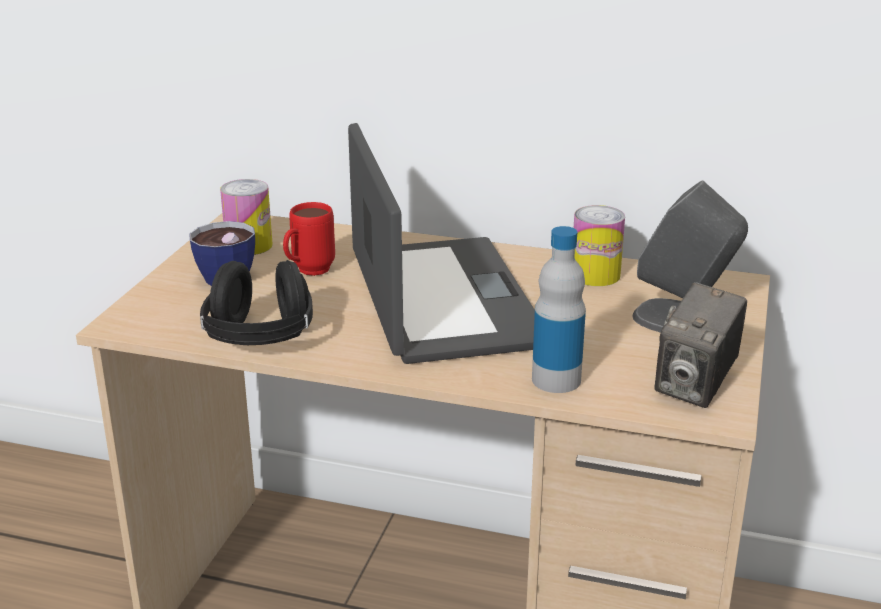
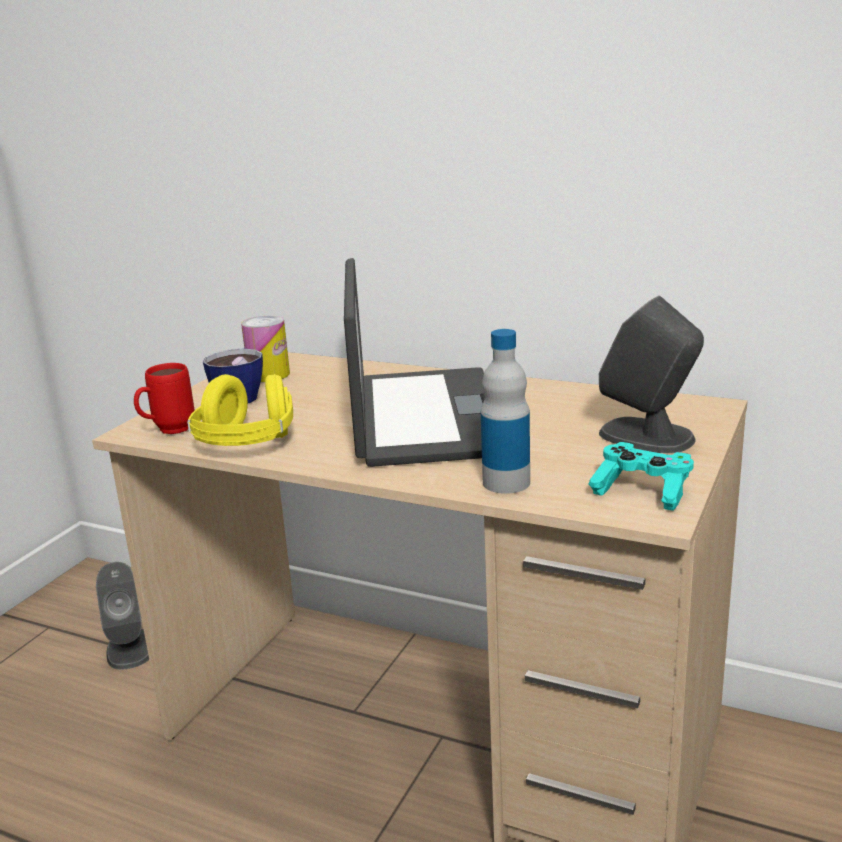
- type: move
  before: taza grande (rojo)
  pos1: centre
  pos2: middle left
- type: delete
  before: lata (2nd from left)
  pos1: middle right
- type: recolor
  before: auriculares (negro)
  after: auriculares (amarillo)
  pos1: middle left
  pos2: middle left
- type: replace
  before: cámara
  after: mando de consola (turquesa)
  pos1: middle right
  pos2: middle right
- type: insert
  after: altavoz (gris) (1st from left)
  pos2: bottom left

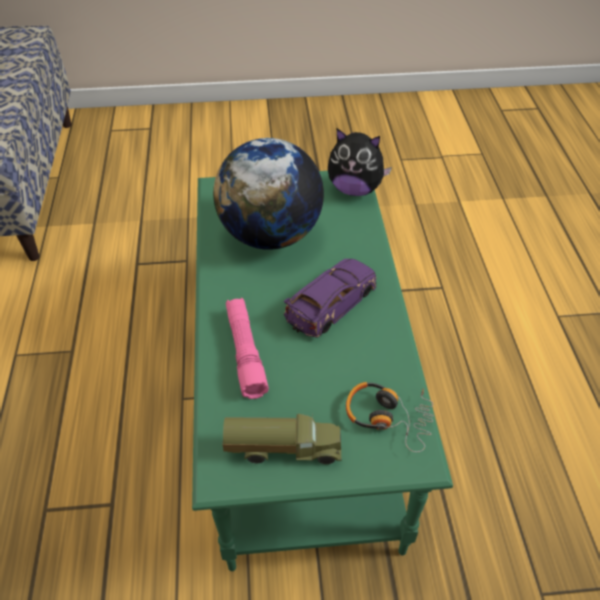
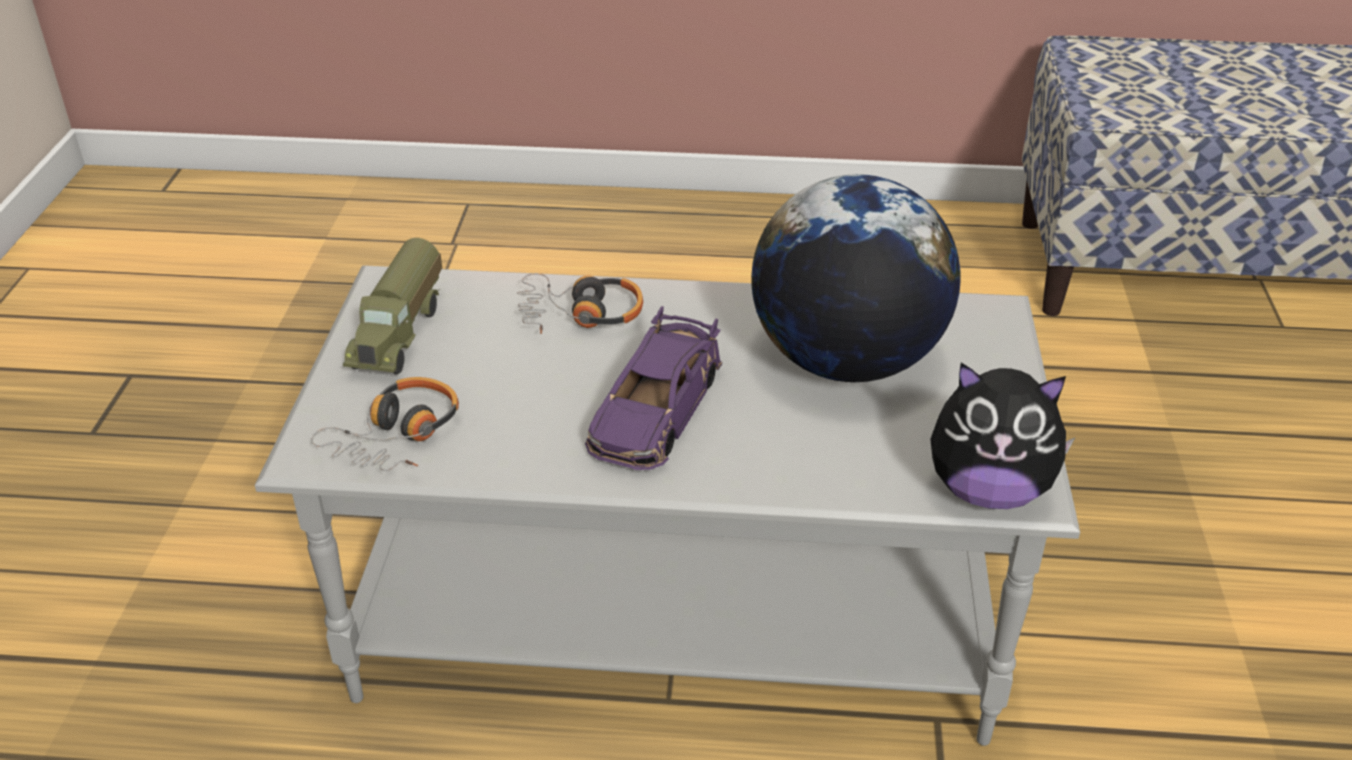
- type: rotate
  before: peluche
  pos1: top centre
  pos2: middle right
  turn: -105
- type: recolor
  before: mesa de centro (verde)
  after: mesa de centro (gris)
  pos1: centre
  pos2: centre
- type: rotate
  before: coche de juguete (morado)
  pos1: centre
  pos2: centre
  turn: 60
- type: replace
  before: linterna (rosa)
  after: auriculares (2nd from left)
  pos1: centre
  pos2: centre

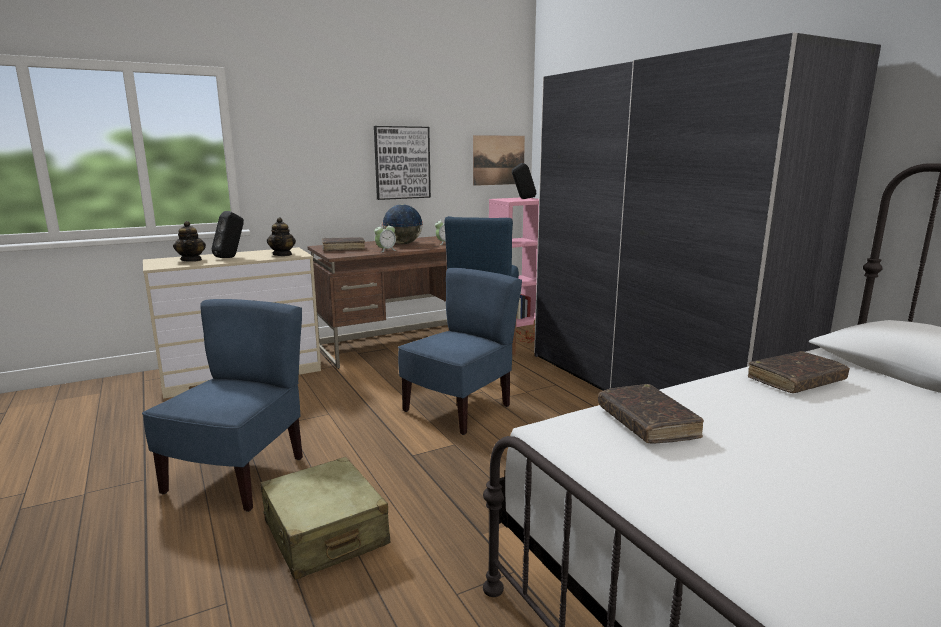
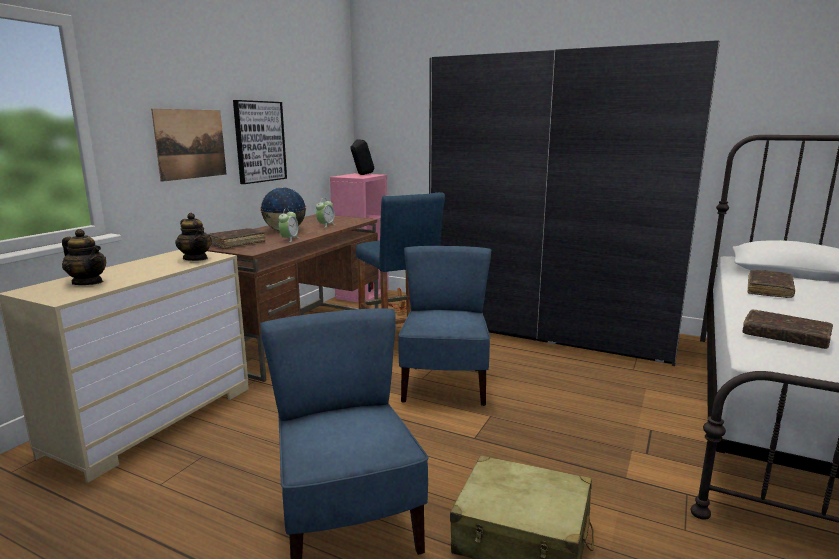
- type: move
  before: cuadro (2nd from left in the first image)
  after: cuadro (1st from left)
  pos1: top centre
  pos2: top left
- type: delete
  before: altavoz (negro) (1st from left)
  pos1: middle left

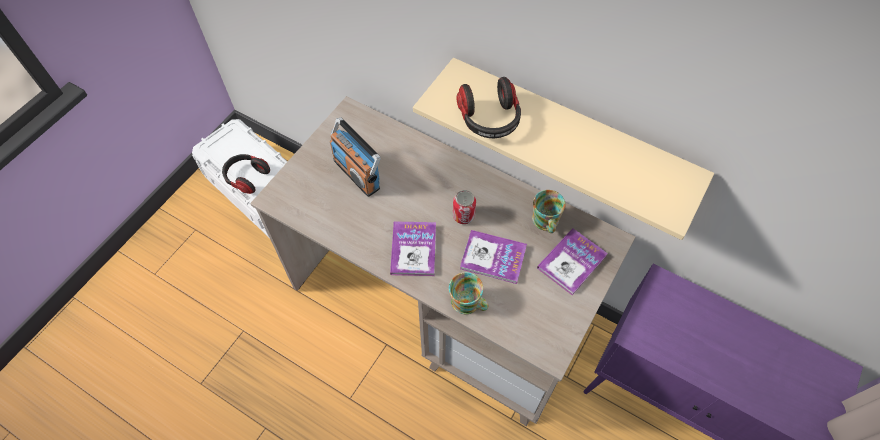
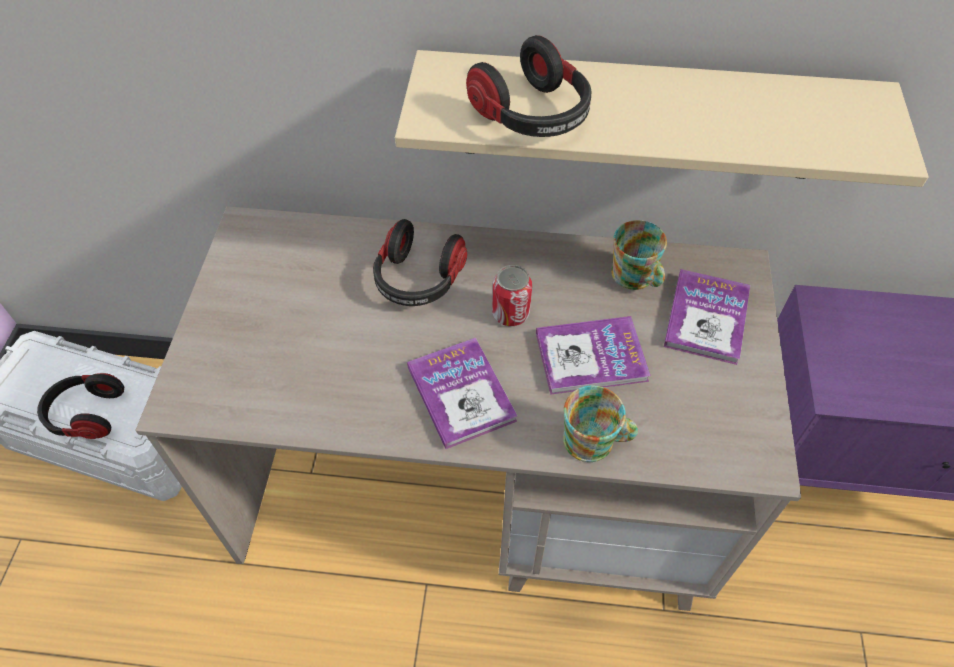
- type: delete
  before: radio
  pos1: centre
- type: insert
  after: auriculares (2nd from left)
  pos2: centre

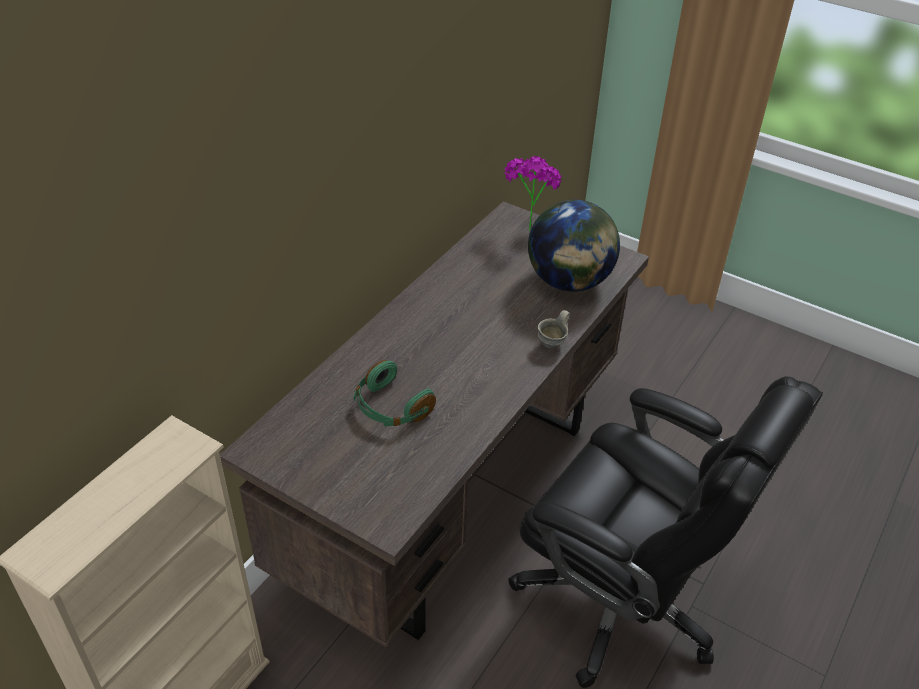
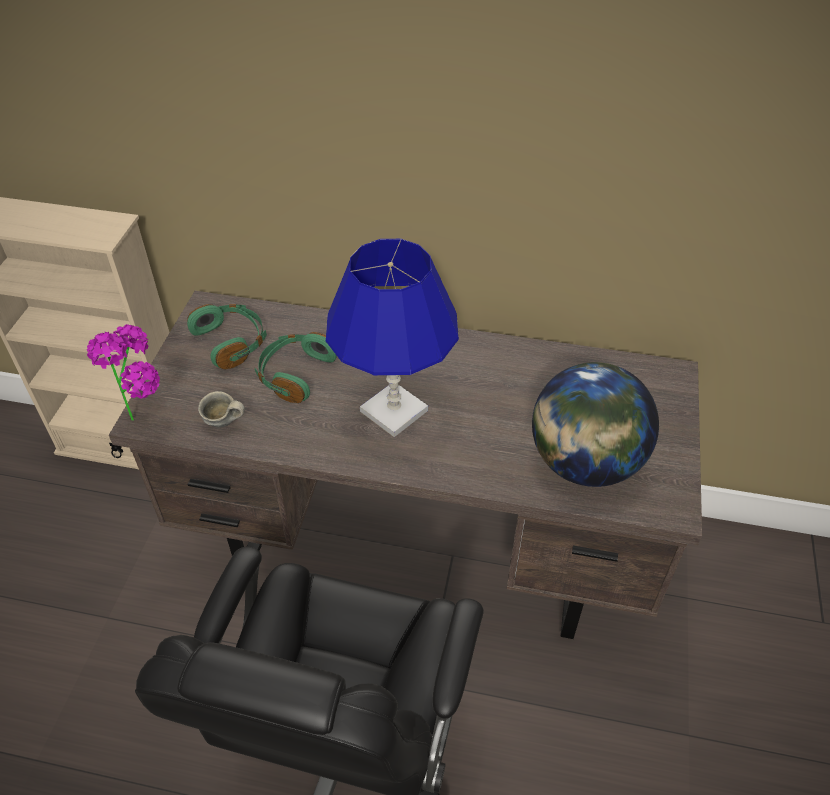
- type: move
  before: planta en maceta
  pos1: top centre
  pos2: middle left
- type: move
  before: taza grande (gris)
  pos1: centre
  pos2: middle left
- type: insert
  after: lámpara de mesa (azul)
  pos2: centre
- type: insert
  after: auriculares (verde) (1st from left)
  pos2: middle left

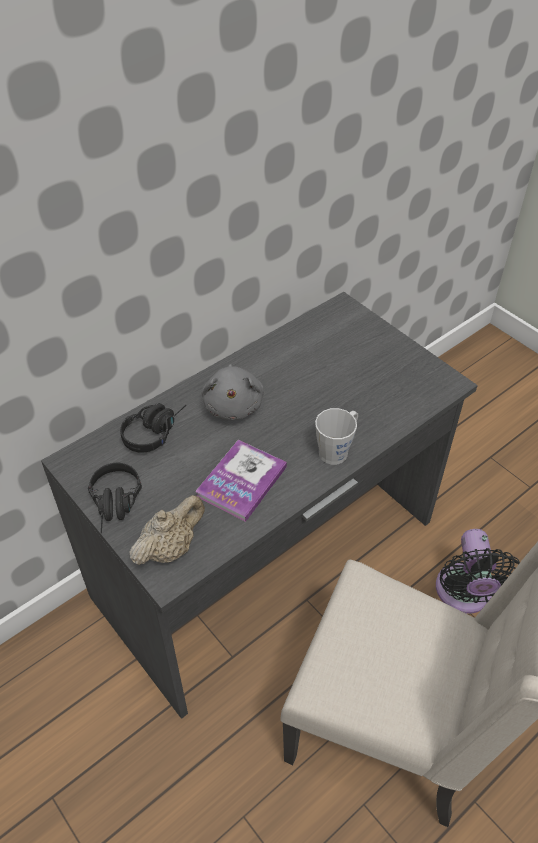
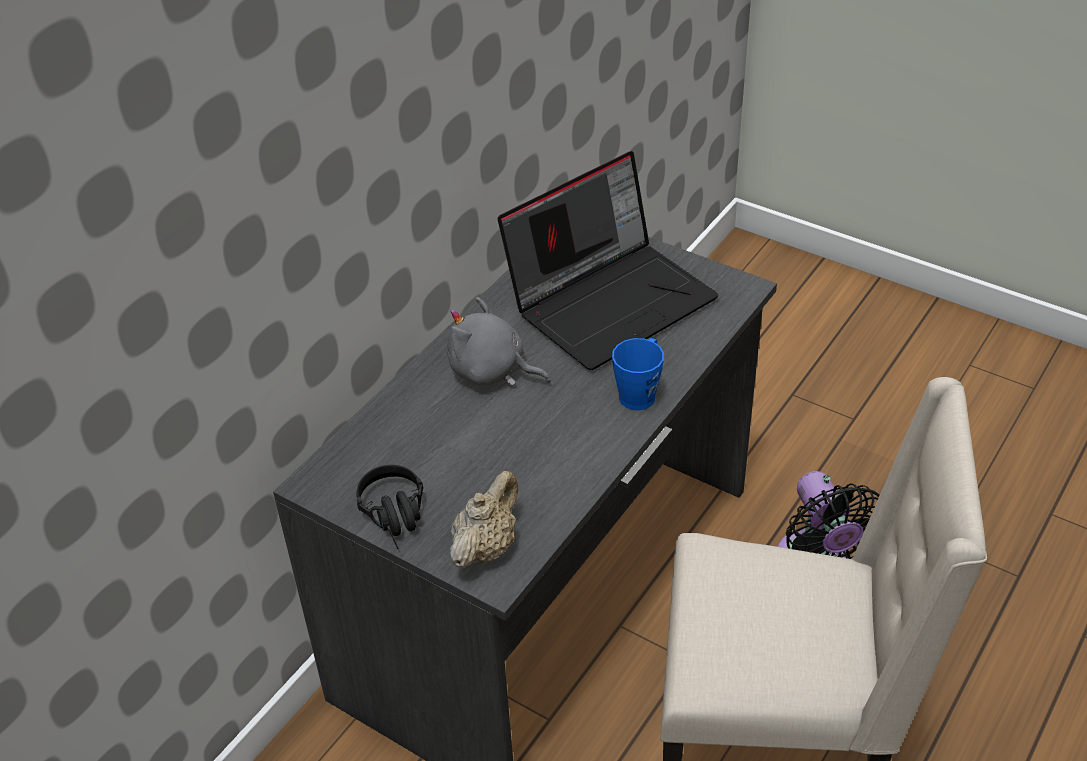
- type: rotate
  before: peluche (gris)
  pos1: centre
  pos2: centre
  turn: 135
- type: delete
  before: auriculares (negro) (2nd from left)
  pos1: middle left
- type: recolor
  before: taza grande (gris)
  after: taza grande (azul)
  pos1: centre
  pos2: centre
- type: delete
  before: libro
  pos1: centre
- type: insert
  after: portátil
  pos2: centre

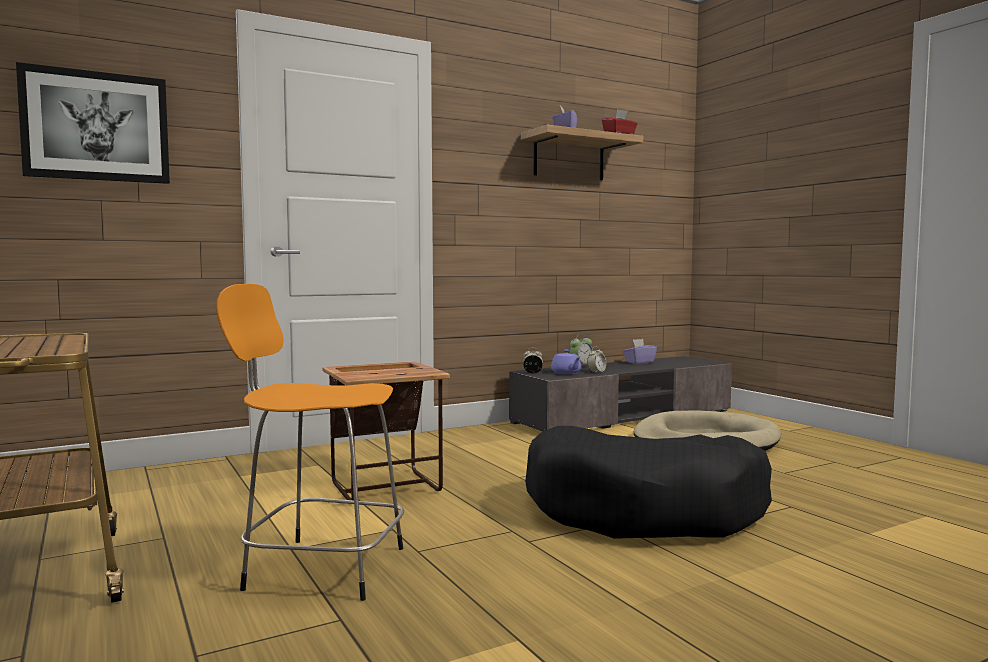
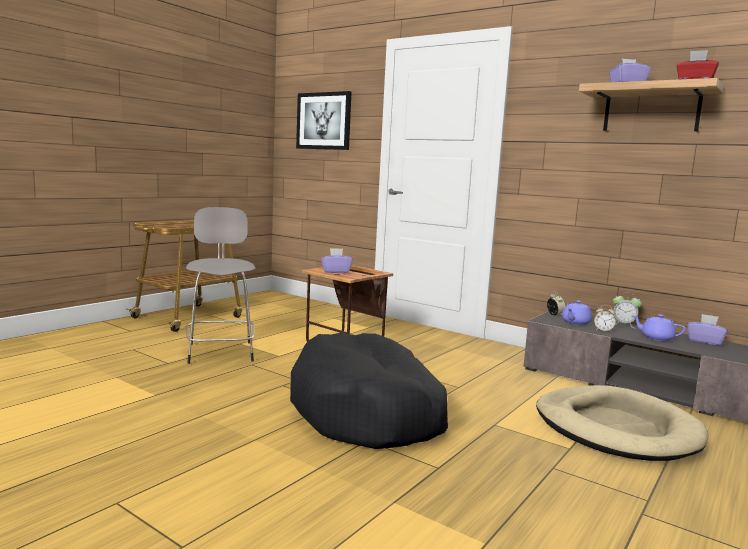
- type: recolor
  before: taburete (naranja)
  after: taburete (gris)
  pos1: bottom left
  pos2: middle left
- type: insert
  after: caja de pañuelos (morado) (1st from left)
  pos2: centre
- type: insert
  after: tetera (morado) (2nd from left)
  pos2: middle right

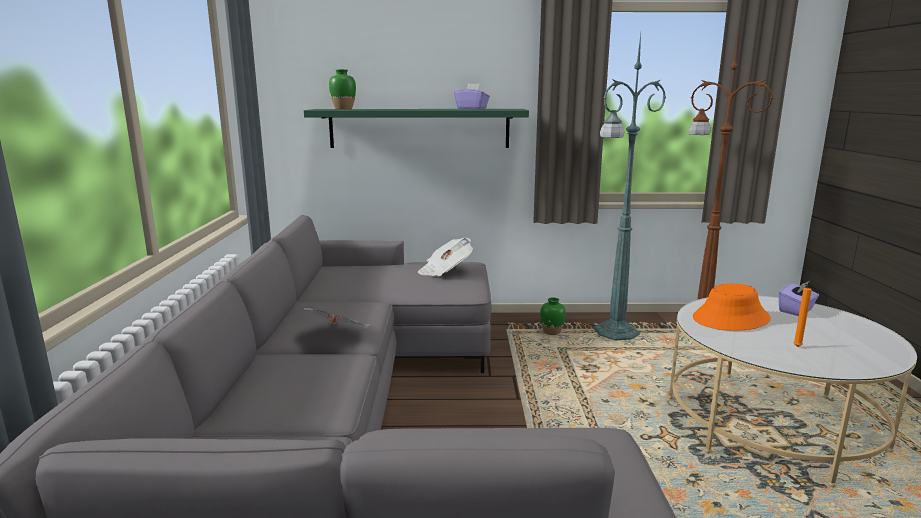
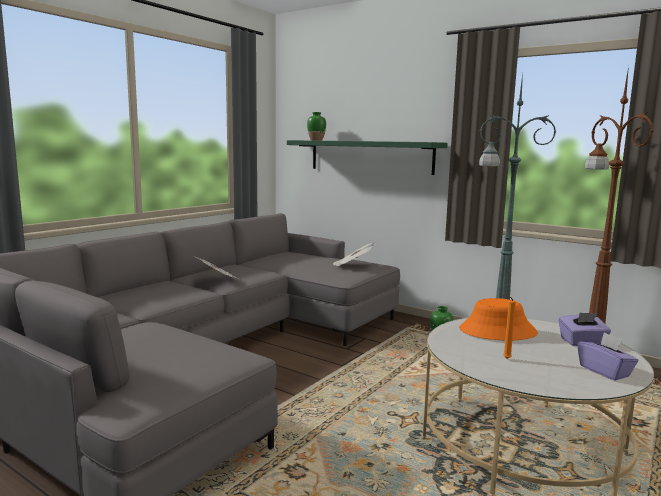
- type: move
  before: caja de pañuelos (morado) (1st from left in the first image)
  after: caja de pañuelos (morado) (2nd from left)
  pos1: top centre
  pos2: bottom right

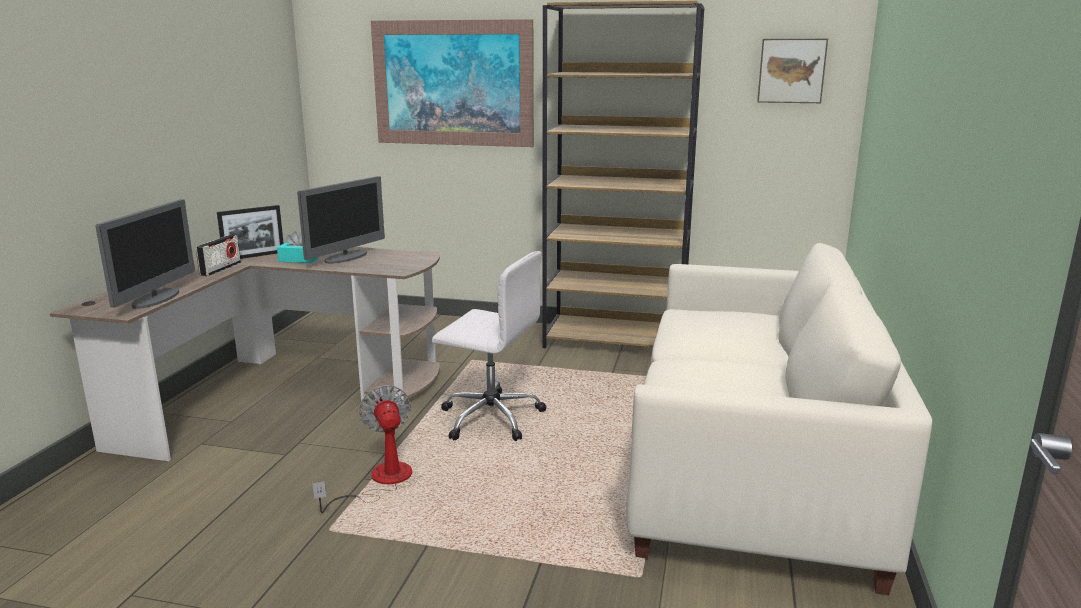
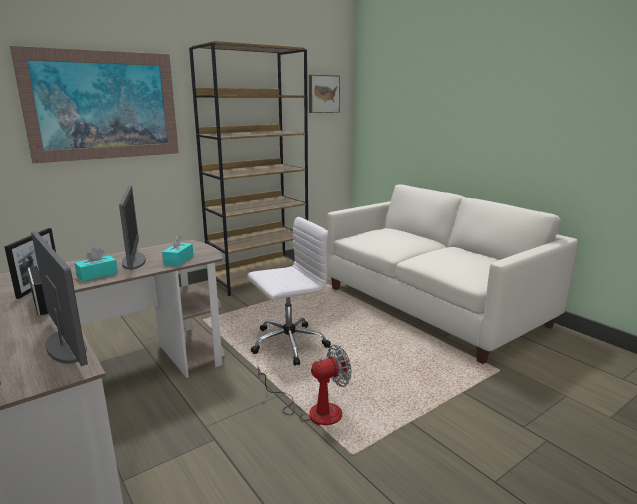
- type: rotate
  before: ventilador
  pos1: bottom centre
  pos2: bottom centre
  turn: 135
- type: insert
  after: caja de pañuelos (turquesa) (2nd from left)
  pos2: middle left

